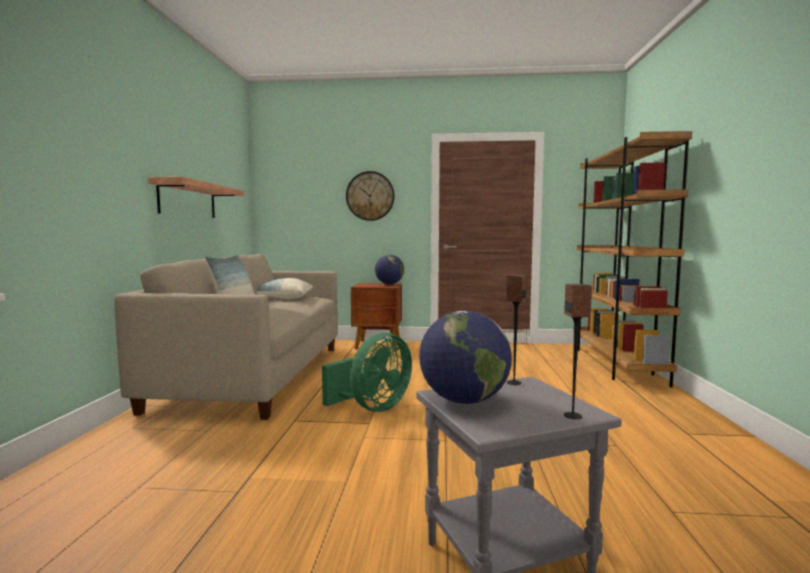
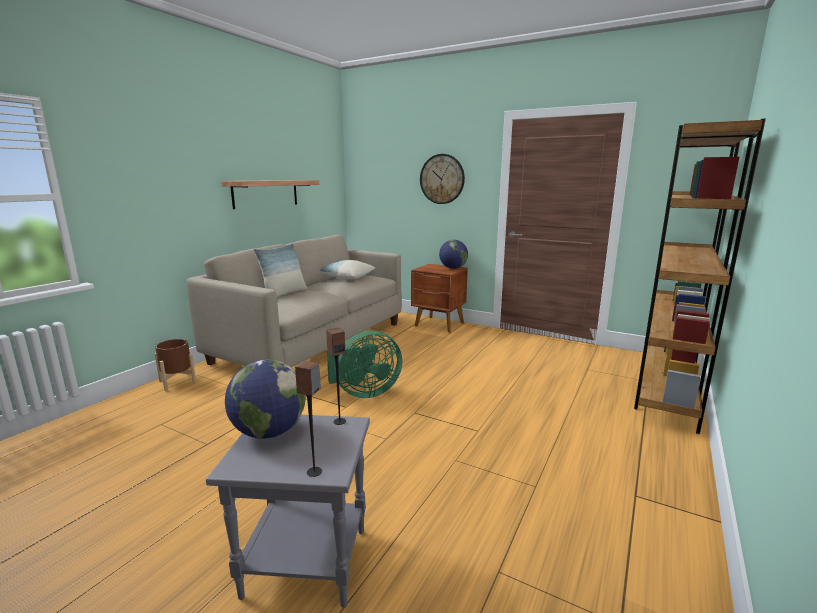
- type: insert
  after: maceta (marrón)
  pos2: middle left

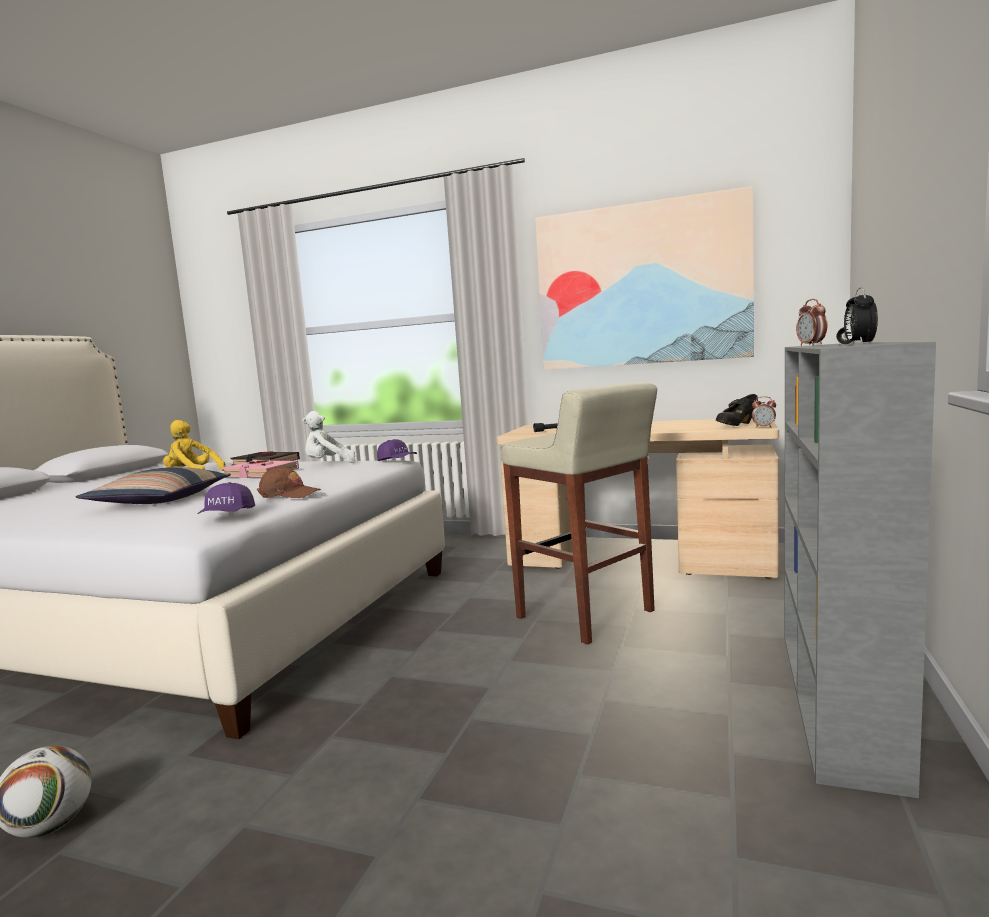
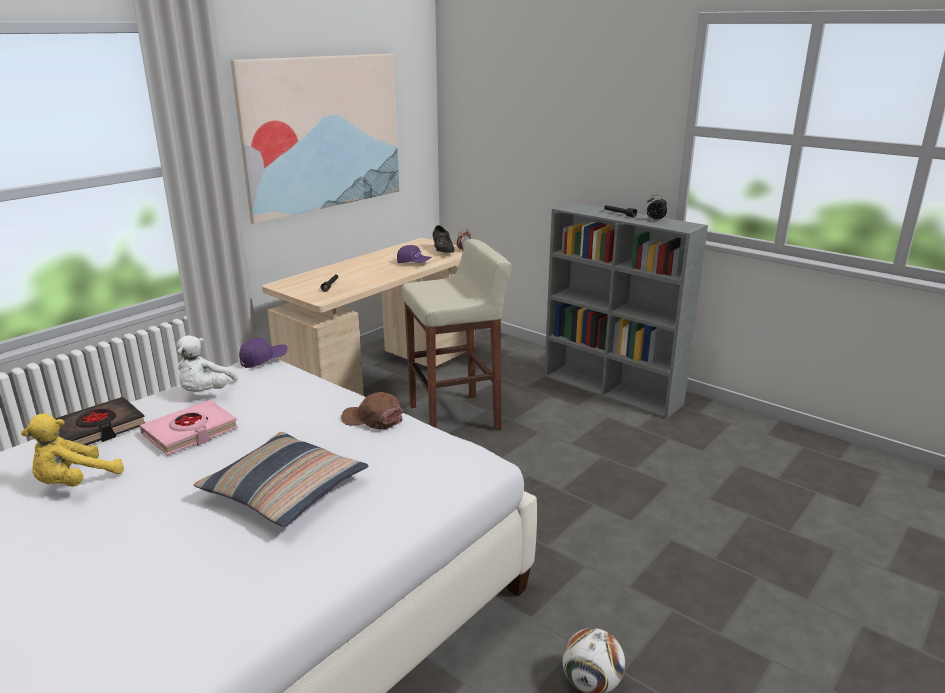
- type: delete
  before: despertador (2nd from left)
  pos1: middle right
- type: rotate
  before: gorra (marrón)
  pos1: middle left
  pos2: centre
  turn: -105
- type: move
  before: gorra (morado) (1st from left in the first image)
  after: gorra (morado) (2nd from left)
  pos1: middle left
  pos2: centre

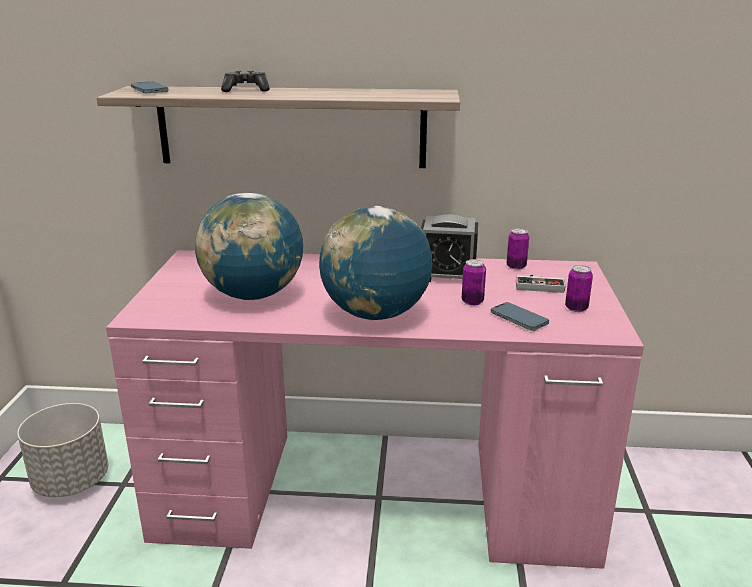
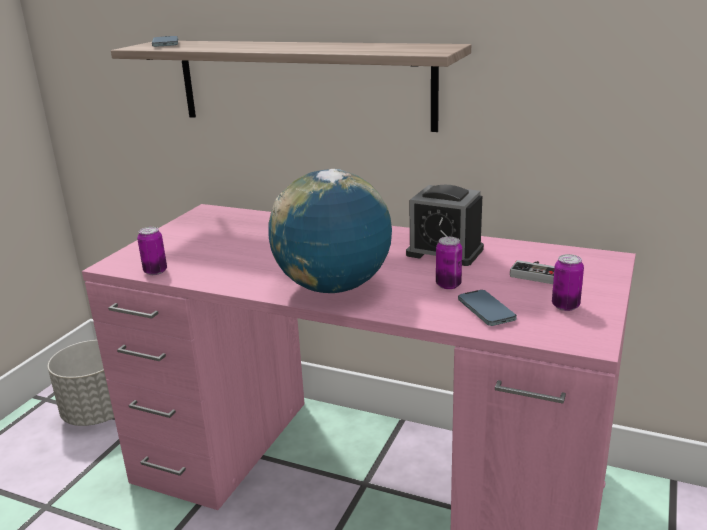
- type: delete
  before: mando de consola (1st from left)
  pos1: top left
- type: delete
  before: globo terráqueo (1st from left)
  pos1: middle left
- type: move
  before: lata (2nd from left in the first image)
  after: lata (1st from left)
  pos1: middle right
  pos2: middle left

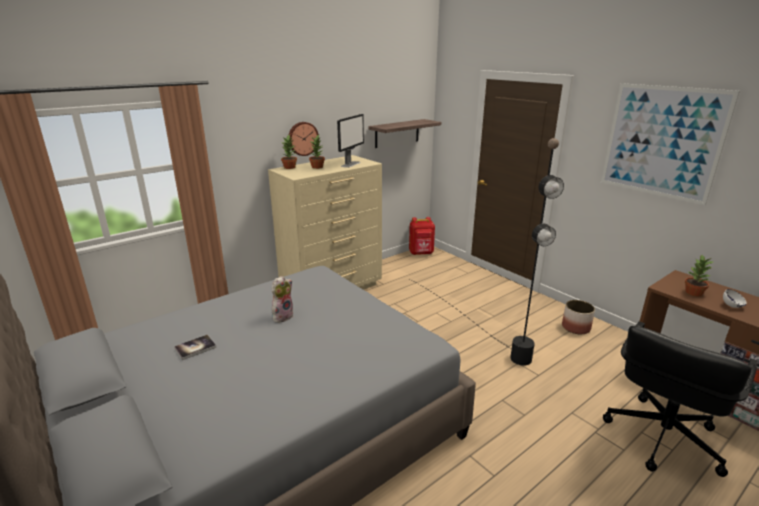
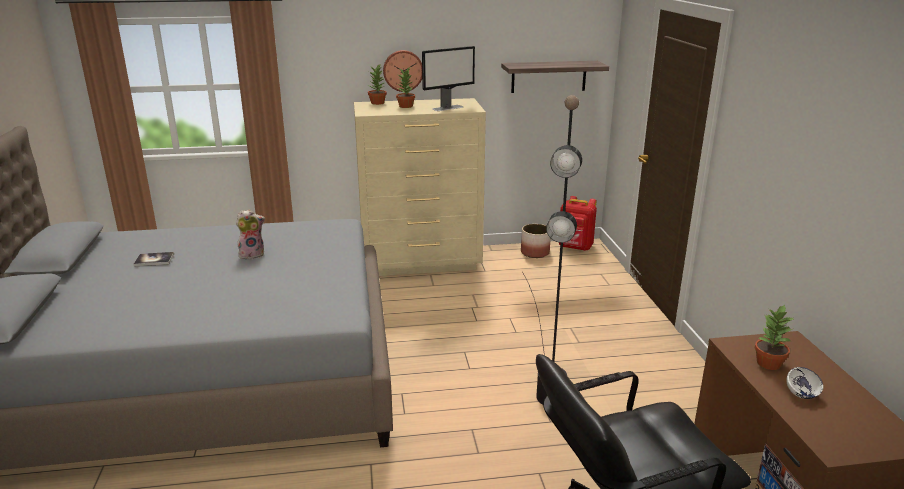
- type: delete
  before: cuadro
  pos1: top right
- type: move
  before: maceta
  pos1: middle right
  pos2: centre

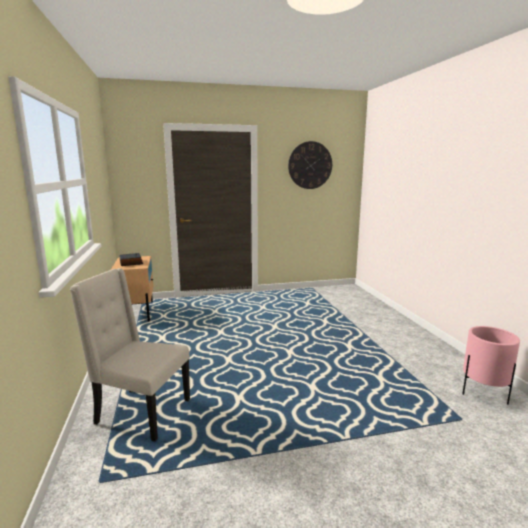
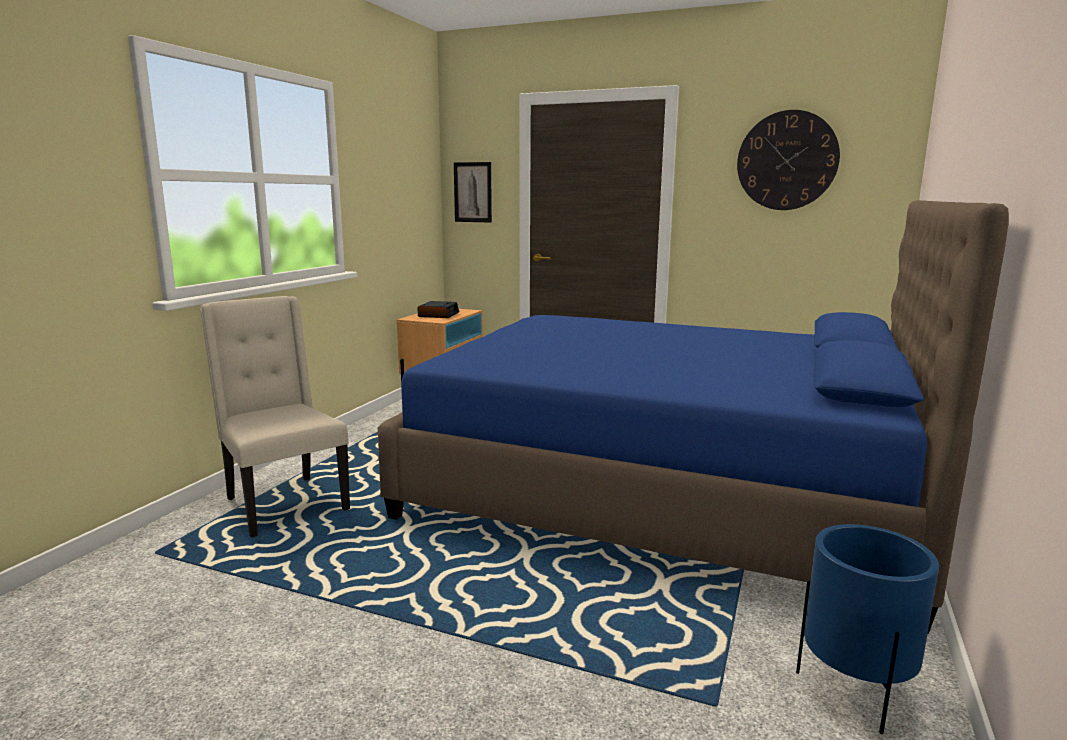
- type: recolor
  before: maceta (rosa)
  after: maceta (azul)
  pos1: bottom right
  pos2: bottom right
- type: insert
  after: cuadro
  pos2: top centre
- type: insert
  after: cama (azul)
  pos2: centre

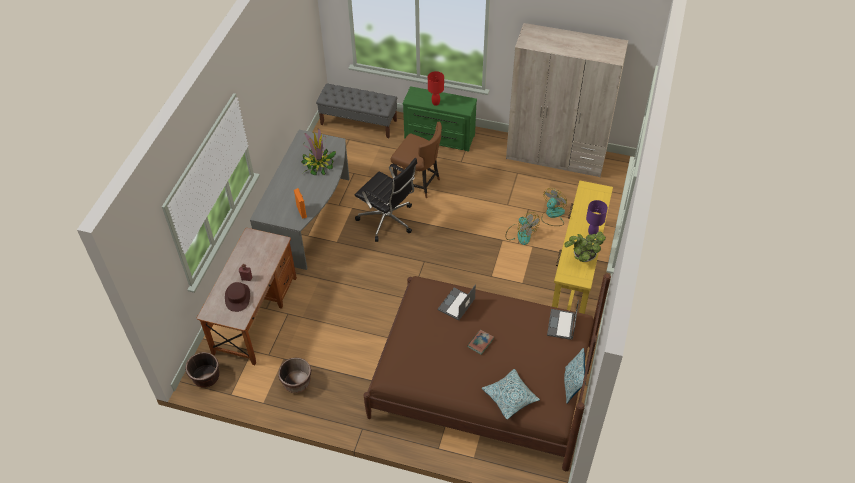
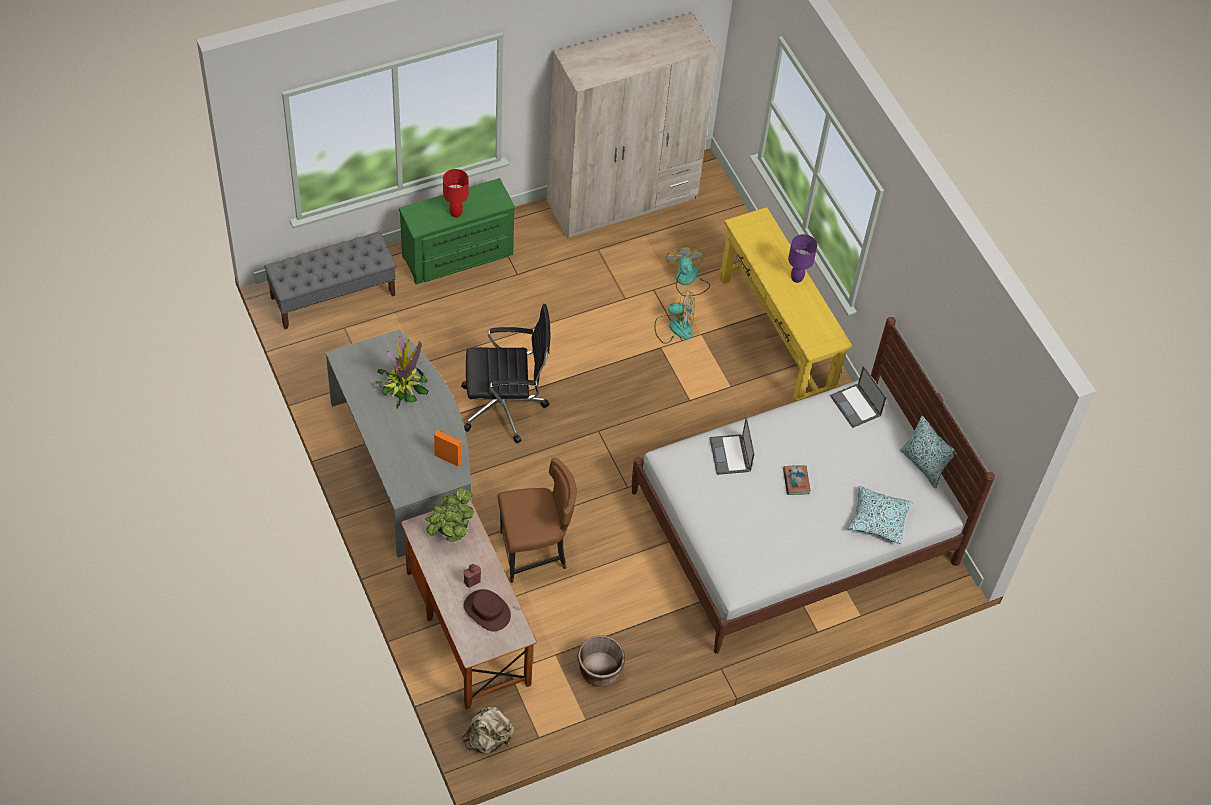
- type: move
  before: silla (marrón)
  pos1: top centre
  pos2: centre
- type: move
  before: planta en maceta (2nd from left)
  pos1: middle right
  pos2: centre
- type: recolor
  before: cama (marrón)
  after: cama (blanco)
  pos1: bottom centre
  pos2: middle right
- type: replace
  before: maceta (marrón) (1st from left)
  after: mochila (beis)
  pos1: bottom left
  pos2: bottom centre

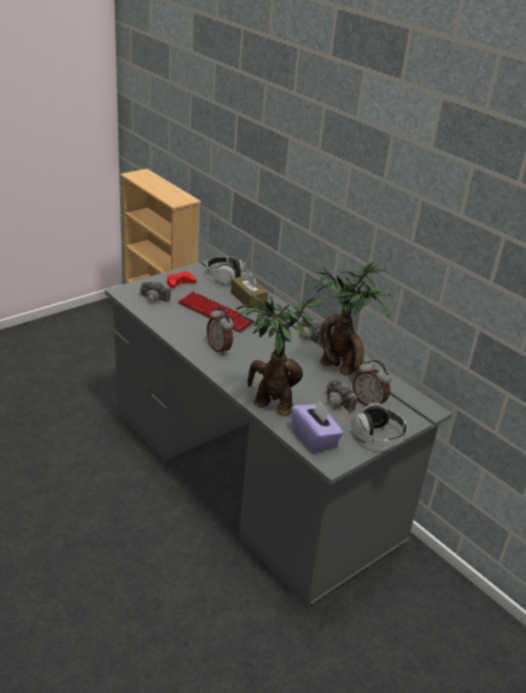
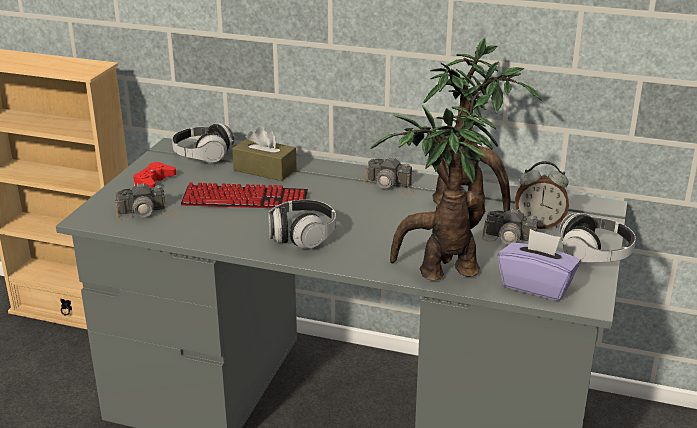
- type: replace
  before: despertador (1st from left)
  after: auriculares (2nd from left)
  pos1: centre
  pos2: centre

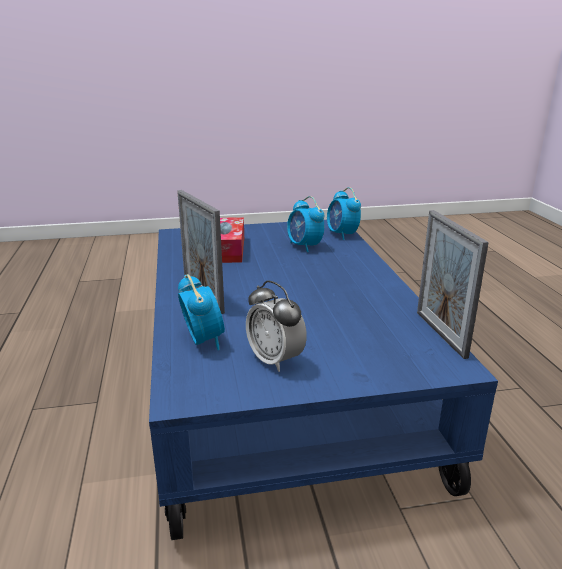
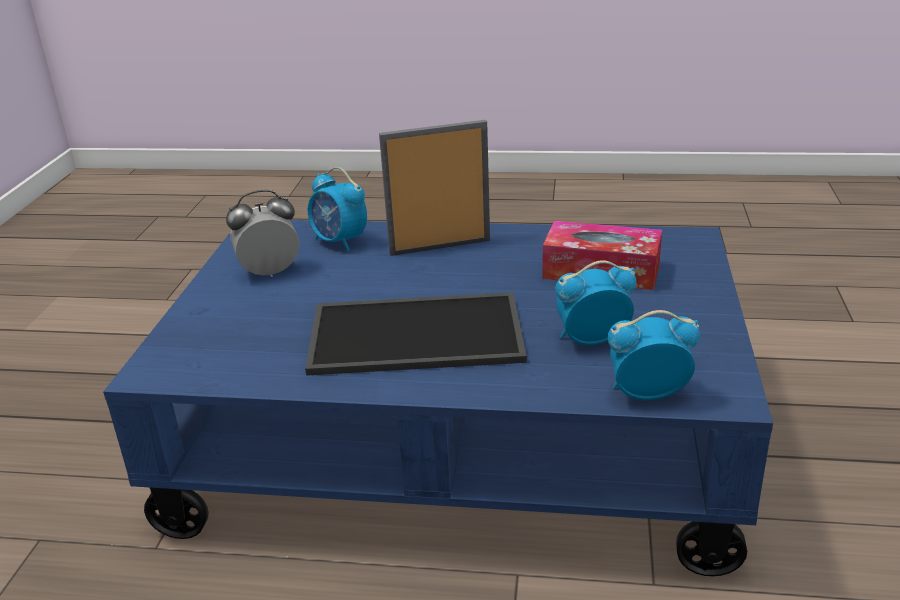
- type: delete
  before: portarretratos (2nd from left)
  pos1: middle right
- type: rotate
  before: despertador (1st from left in the first image)
  pos1: centre
  pos2: centre
  turn: 45
- type: insert
  after: bandeja
  pos2: centre

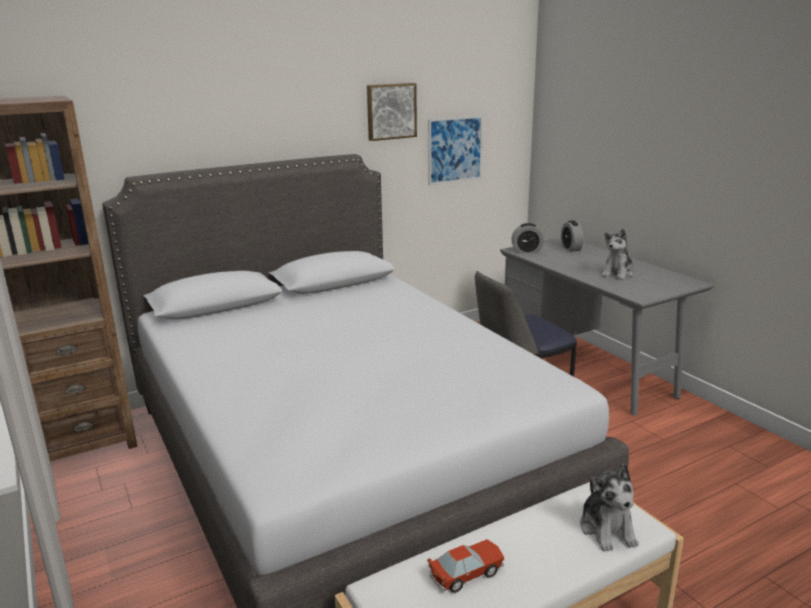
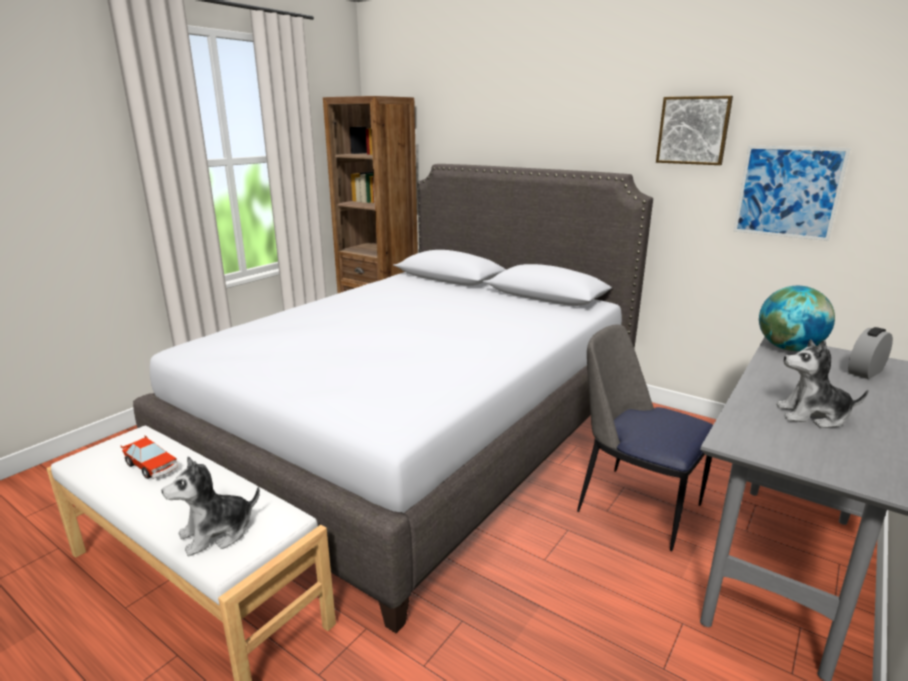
- type: replace
  before: despertador (1st from left)
  after: globo terráqueo
  pos1: centre
  pos2: middle right

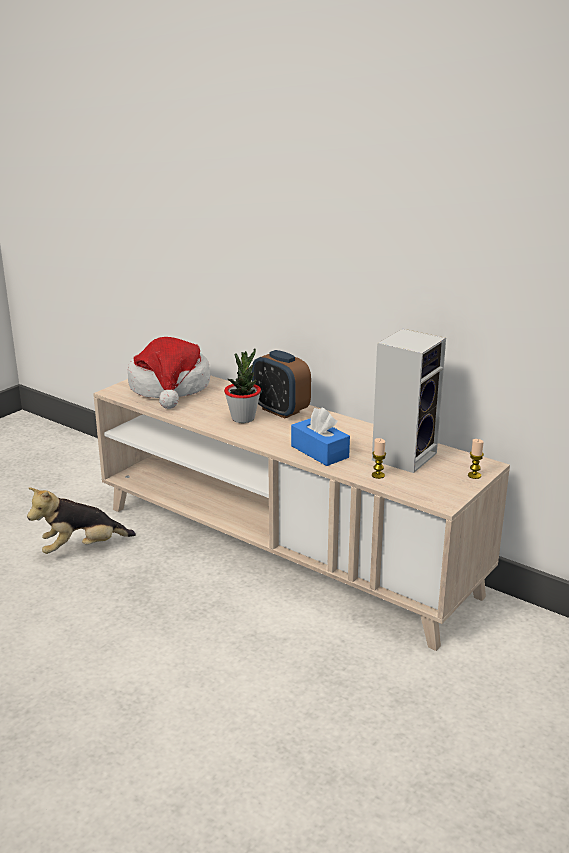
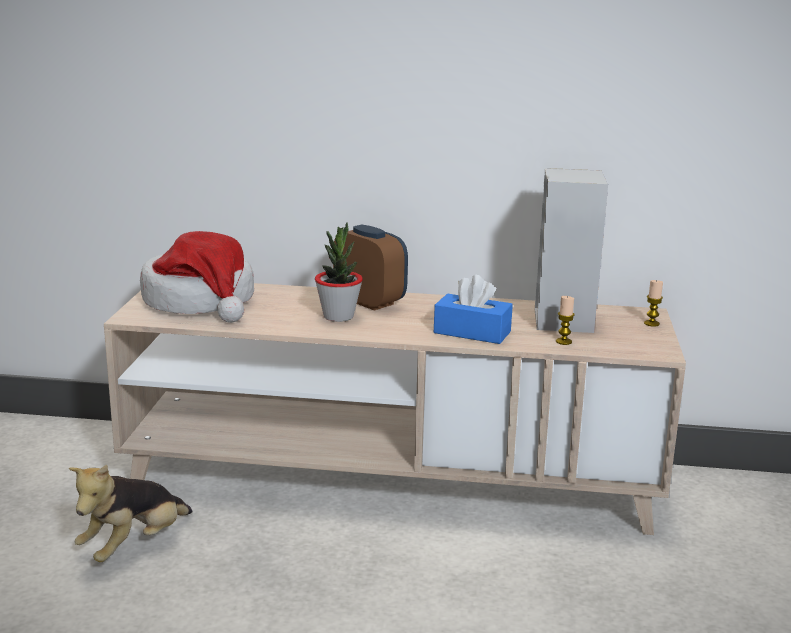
- type: rotate
  before: despertador
  pos1: centre
  pos2: centre
  turn: -150

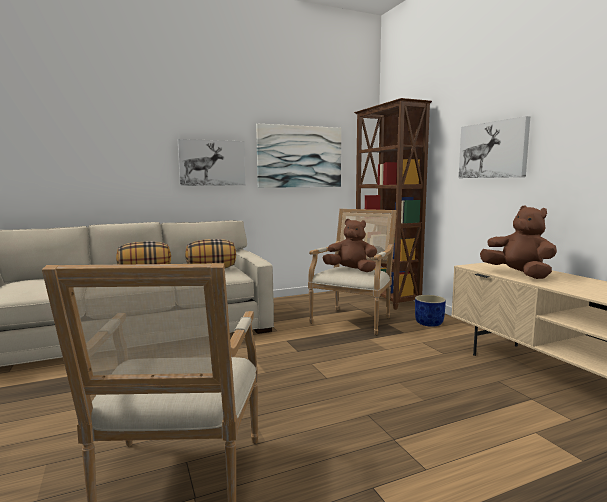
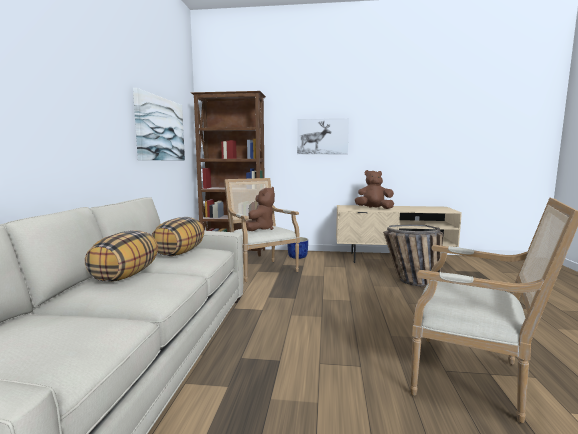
- type: delete
  before: cuadro (1st from left)
  pos1: top centre
- type: rotate
  before: peluche (marrón) (1st from left)
  pos1: centre
  pos2: centre
  turn: 150
- type: insert
  after: cesta
  pos2: middle right

